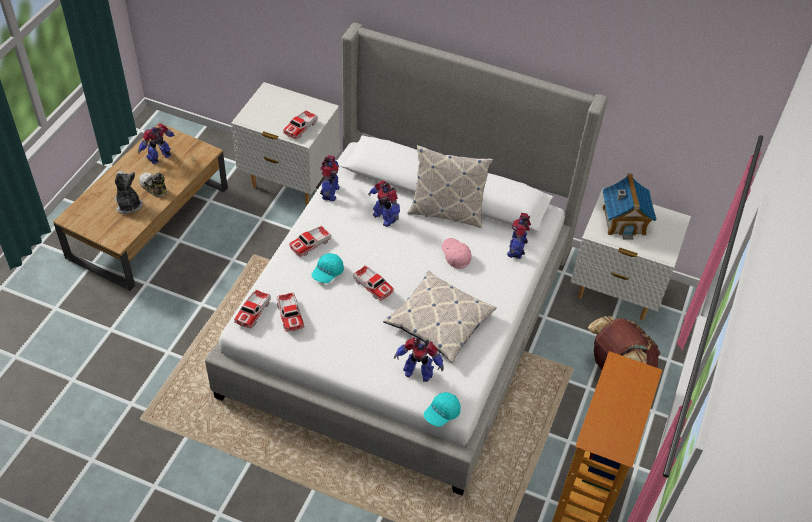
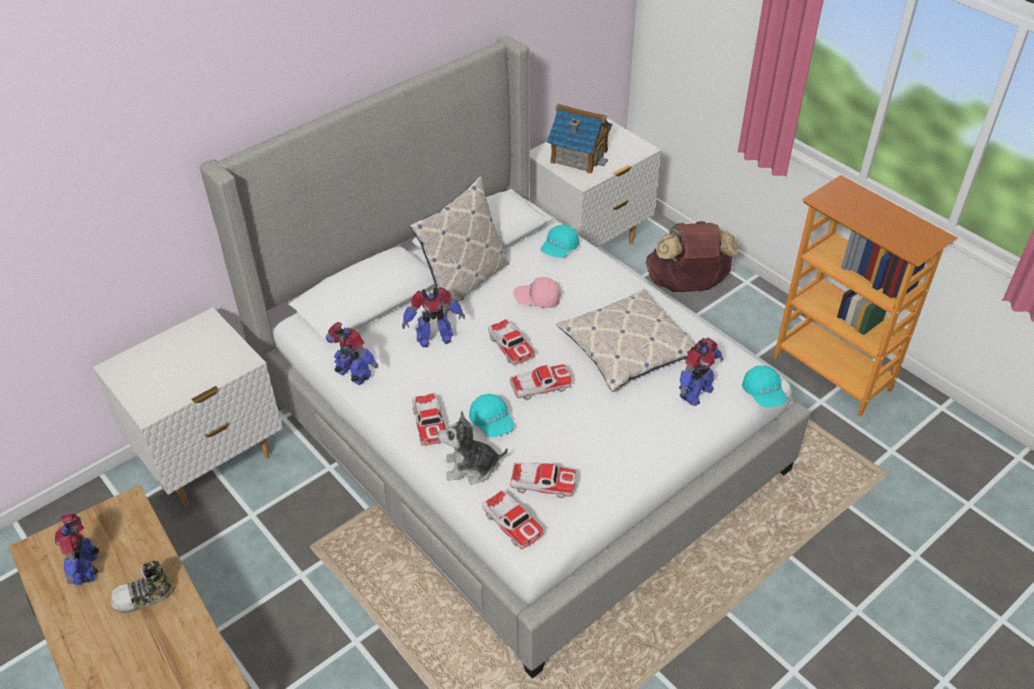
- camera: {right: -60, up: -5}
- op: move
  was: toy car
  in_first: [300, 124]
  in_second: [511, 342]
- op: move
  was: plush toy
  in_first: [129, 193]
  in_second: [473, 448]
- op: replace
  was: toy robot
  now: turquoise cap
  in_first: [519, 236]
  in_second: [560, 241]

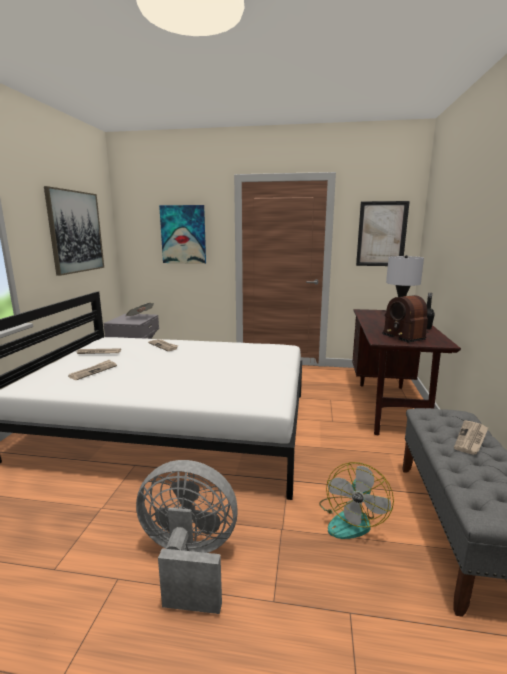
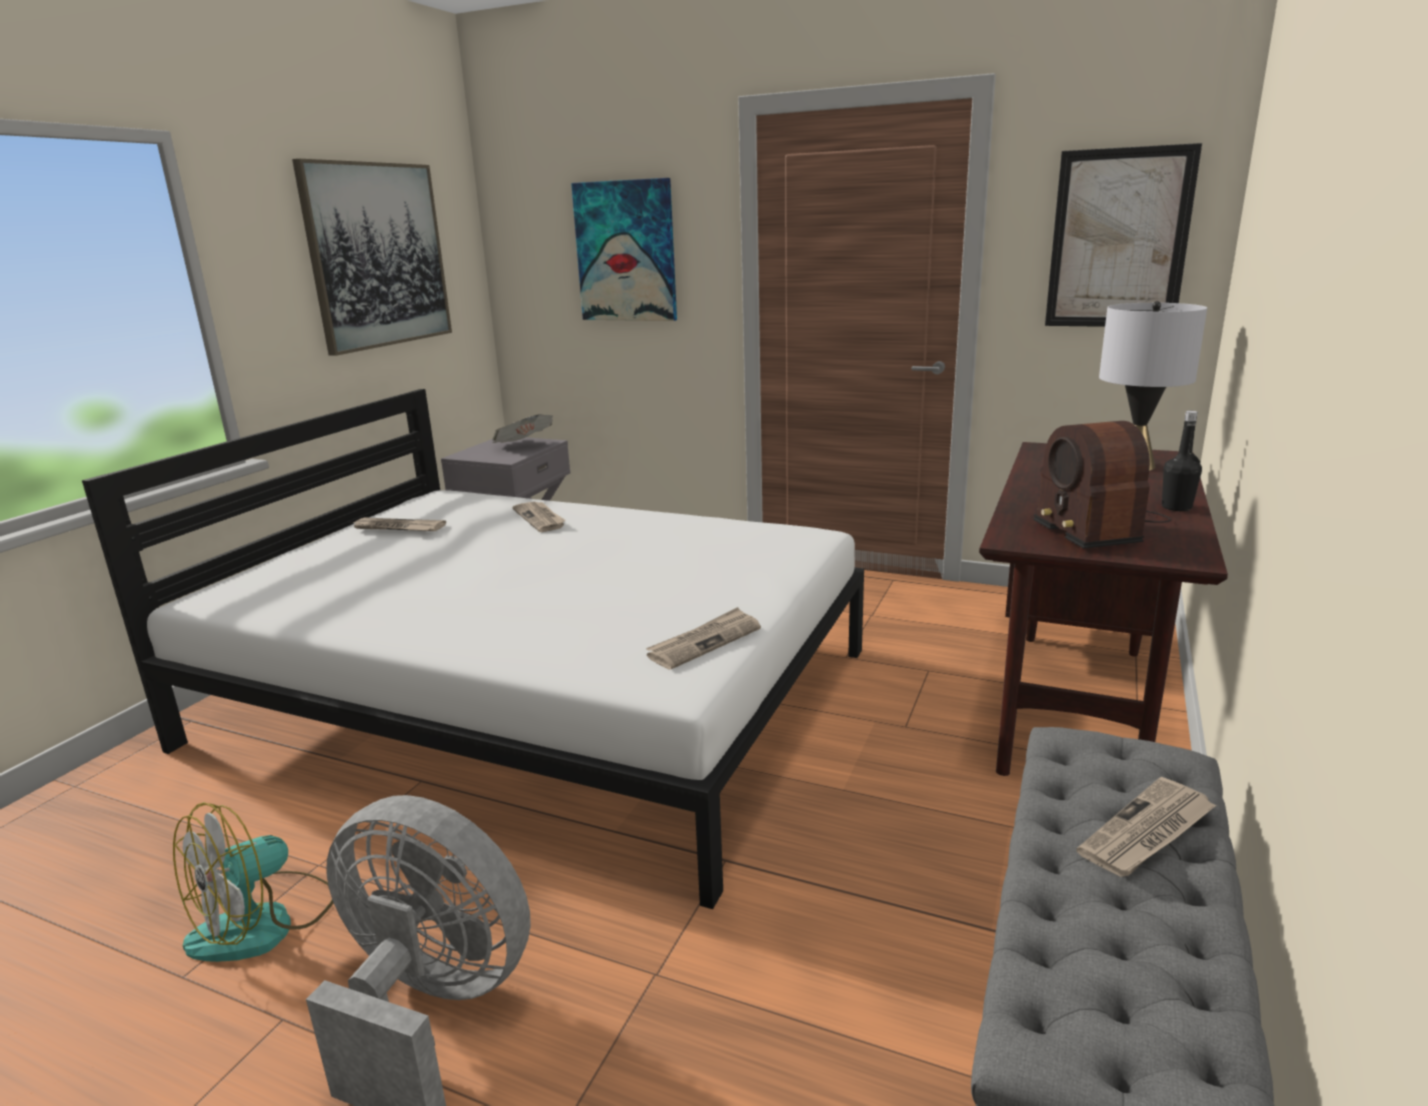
- camera: {right: 15, up: 5}
- op: move
  was: newspaper
  in_first: [92, 370]
  in_second: [703, 638]
- op: move
  was: fan
  in_first: [356, 500]
  in_second: [253, 882]

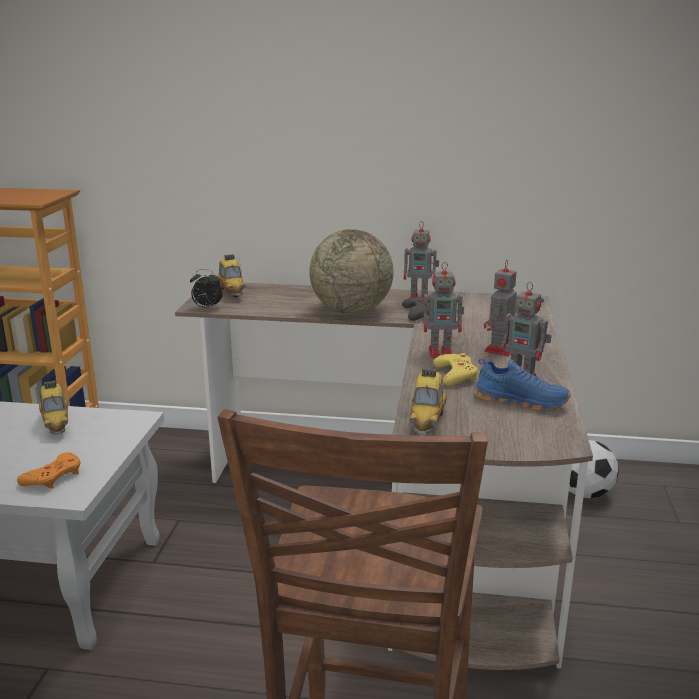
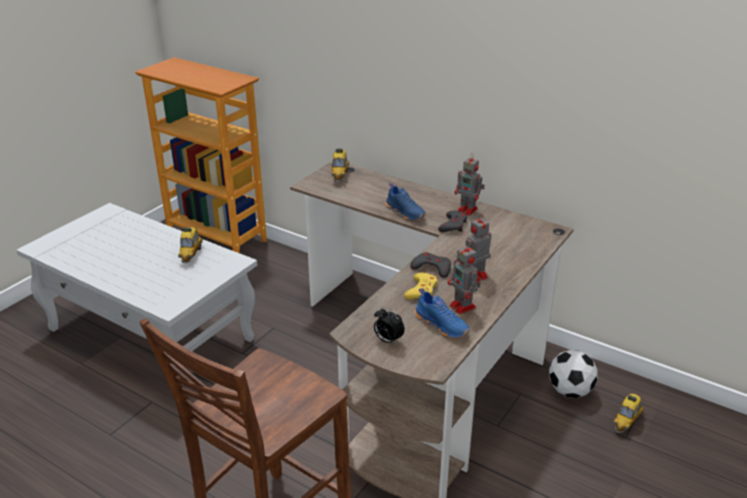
- camera: {right: 25, up: 10}
- op: replace
  was: globe
  now: blue shoe
  in_first: [351, 271]
  in_second: [406, 202]
- op: replace
  was: toy robot
  now: grey game controller
  in_first: [443, 310]
  in_second: [430, 265]
- op: move
  was: alarm clock
  in_first: [206, 289]
  in_second: [389, 325]
- op: move
  was: toy car
  in_first: [428, 401]
  in_second: [628, 414]
- op: delete
  was: orange game controller
  in_first: [48, 470]

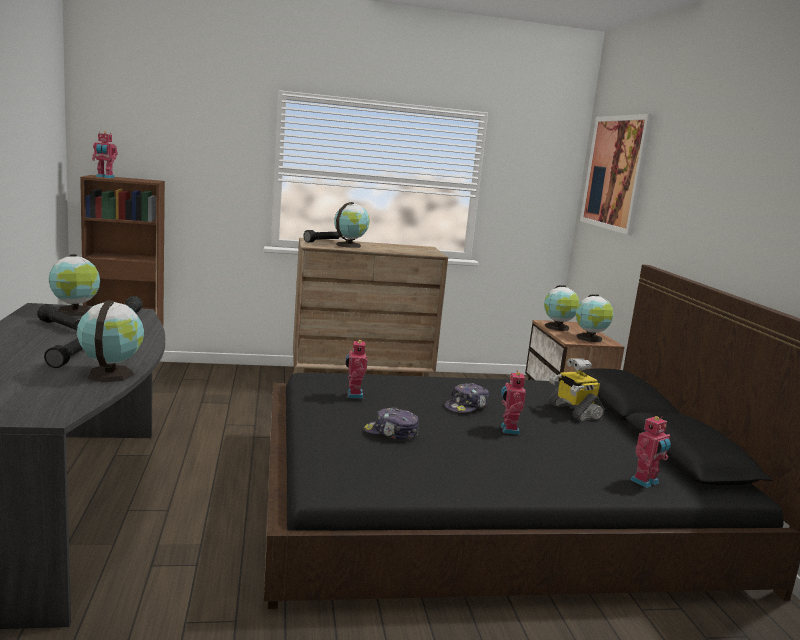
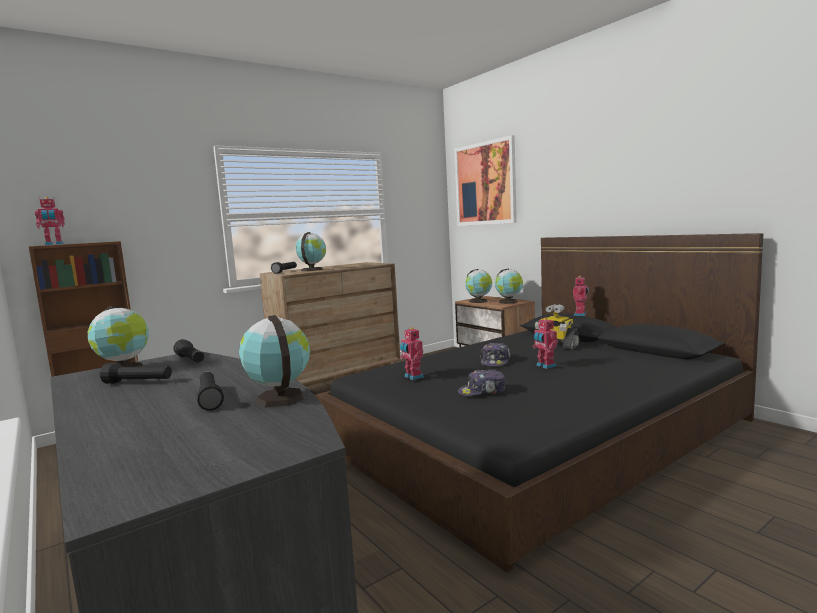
- camera: {right: -25, up: -5}
- op: move
  was: toy robot
  in_first: [651, 452]
  in_second: [581, 296]

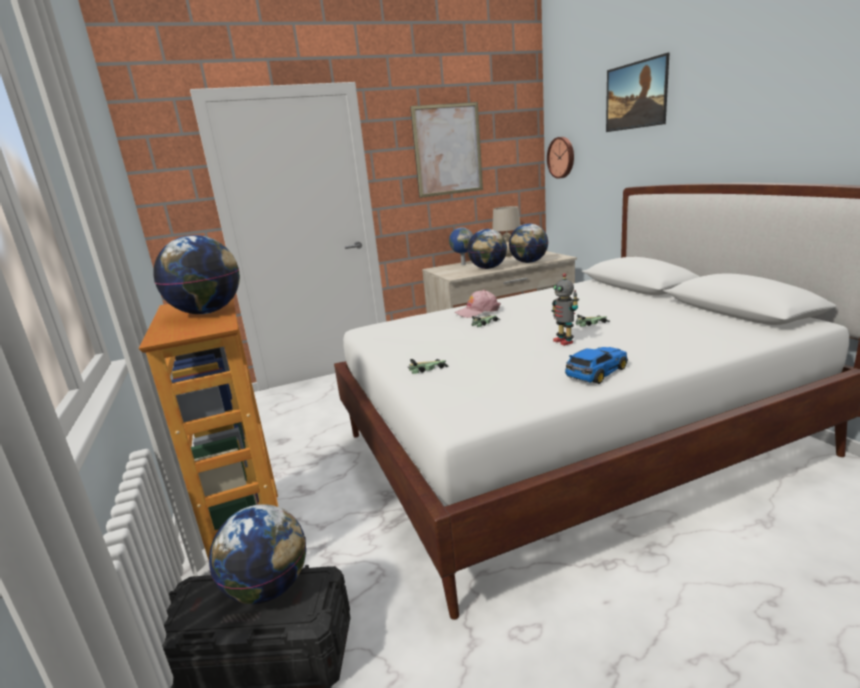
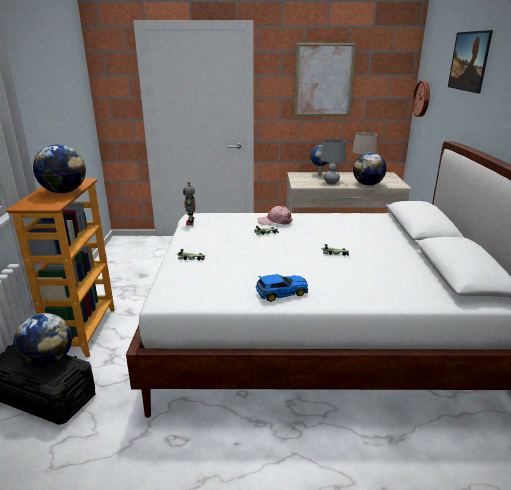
- camera: {right: 20, up: 5}
- op: replace
  was: globe
  now: grey table lamp
  in_first: [487, 249]
  in_second: [333, 162]
- op: move
  was: toy robot
  in_first: [565, 309]
  in_second: [189, 203]

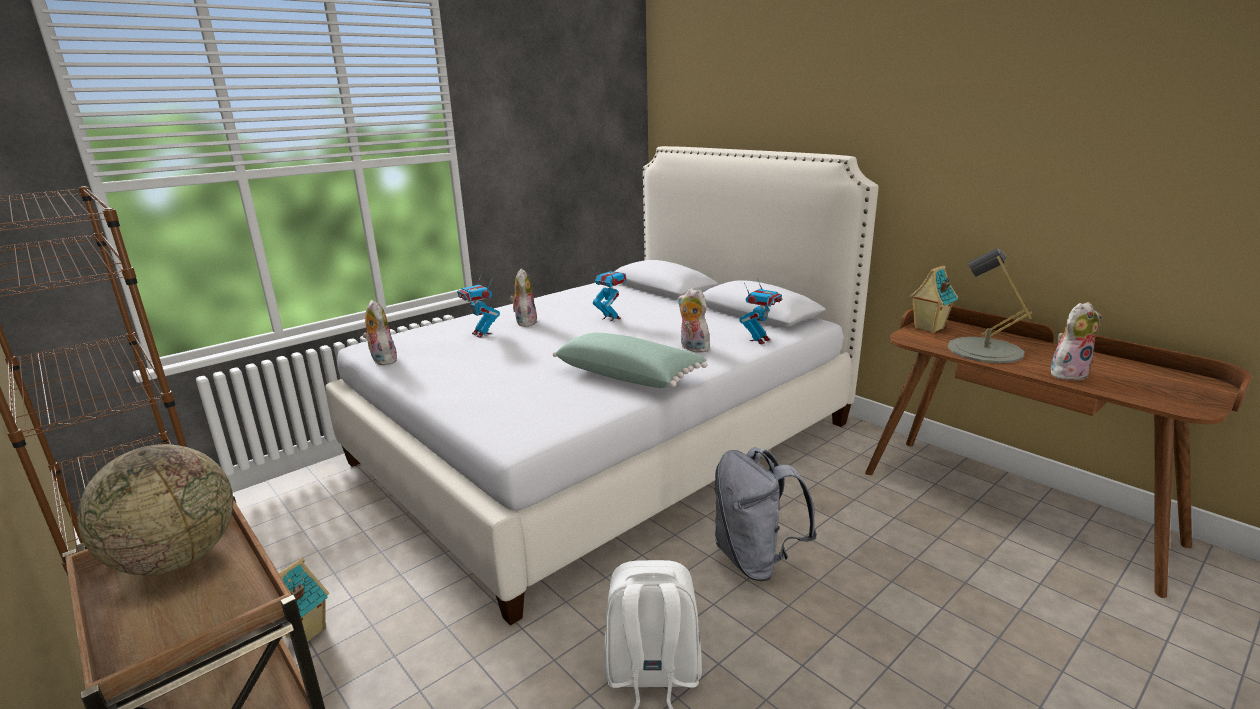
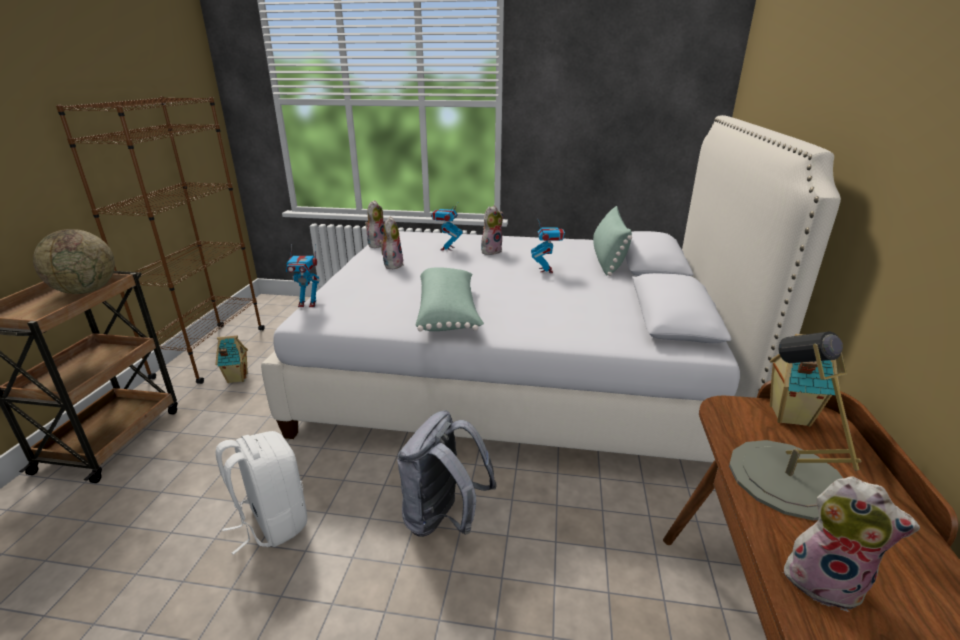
- camera: {right: 50, up: 5}
- op: move
  was: toy robot
  in_first: [760, 311]
  in_second: [302, 275]
- op: move
  was: plush toy
  in_first: [694, 320]
  in_second: [391, 242]
- op: insert
  now: green pillow
  in_second: [612, 241]

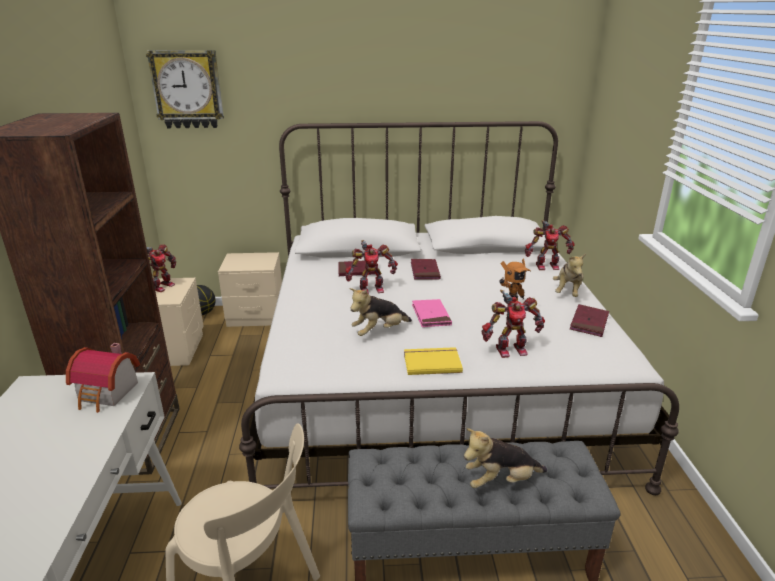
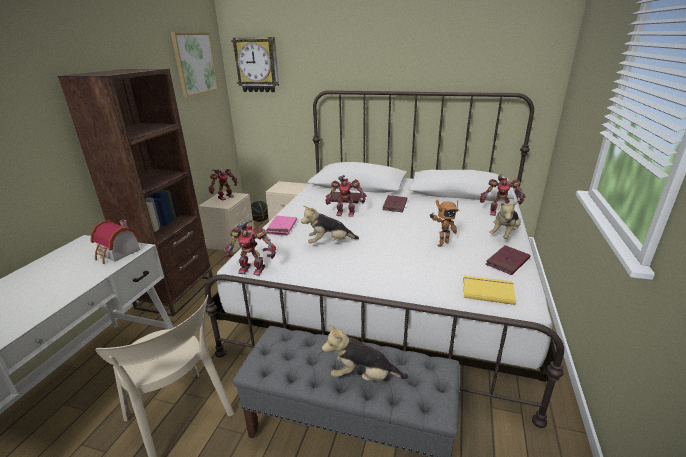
- camera: {right: 20, up: 0}
- op: move
  was: toy robot
  in_first: [513, 324]
  in_second: [250, 247]
- op: move
  was: pink book
  in_first: [432, 313]
  in_second: [281, 226]
- op: move
  was: yellow book
  in_first: [433, 361]
  in_second: [489, 290]
- op: insert
  now: picture
  in_second: [195, 64]

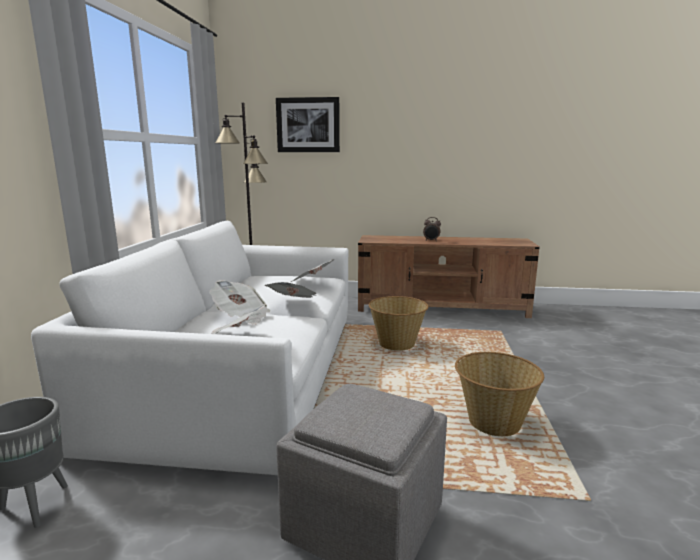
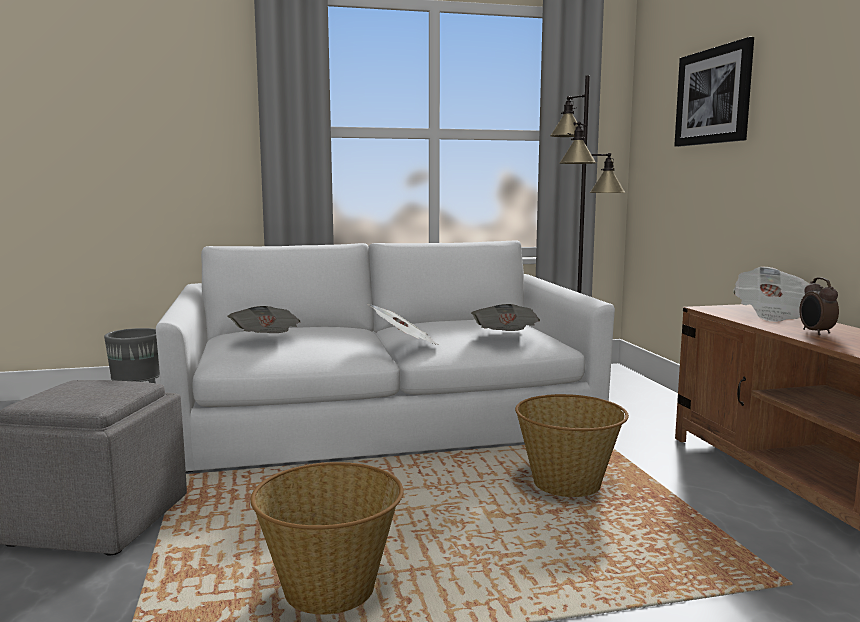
- camera: {right: 70, up: -5}
- op: move
  was: newspaper
  in_first: [239, 302]
  in_second: [771, 294]

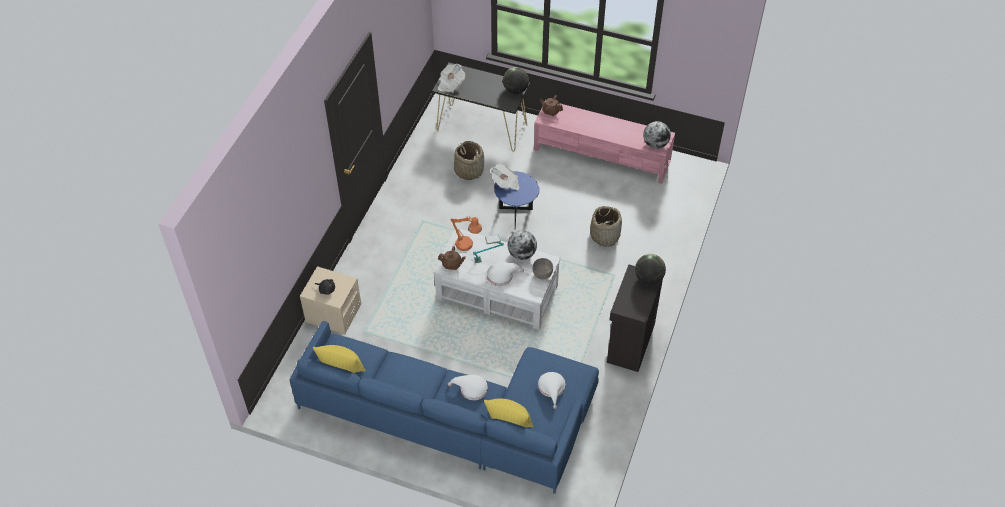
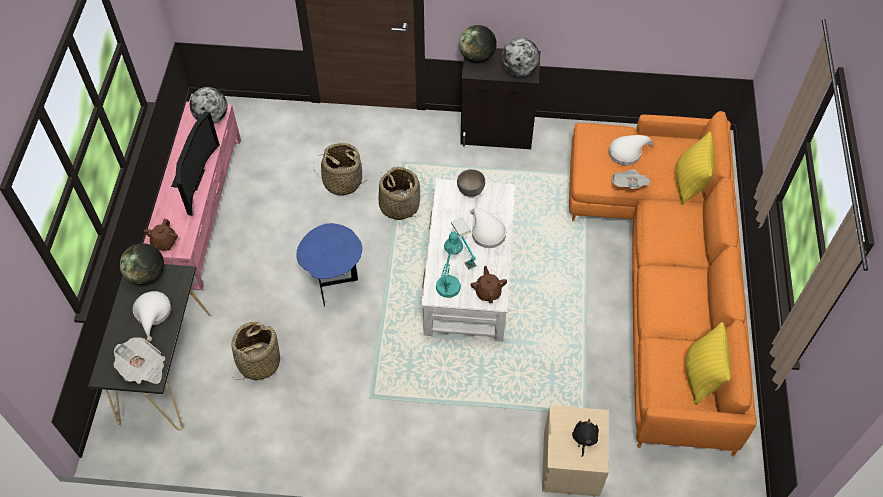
- camera: {right: -105, up: 5}
- op: move
  was: newspaper
  in_first: [505, 177]
  in_second: [631, 179]
- op: recolor
  was: orange table lamp
  now: turquoise table lamp
  in_first: [466, 233]
  in_second: [449, 264]
- op: move
  was: globe
  in_first: [522, 245]
  in_second: [520, 57]
- op: recolor
  was: blue sofa
  now: orange sofa
  in_first: [444, 407]
  in_second: [663, 283]
- op: move
  was: white hat
  in_first: [468, 387]
  in_second: [152, 316]
- op: insert
  now: television
  in_second: [195, 163]
- op: insert
  now: basket
  in_second: [399, 193]

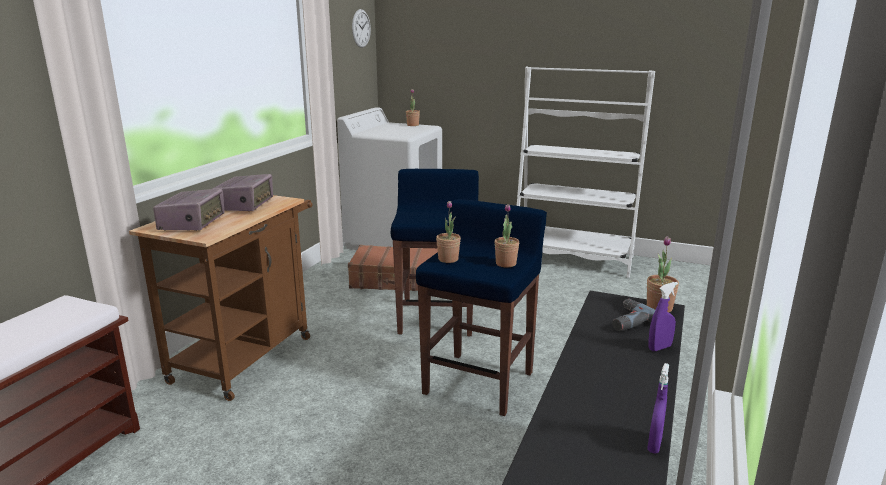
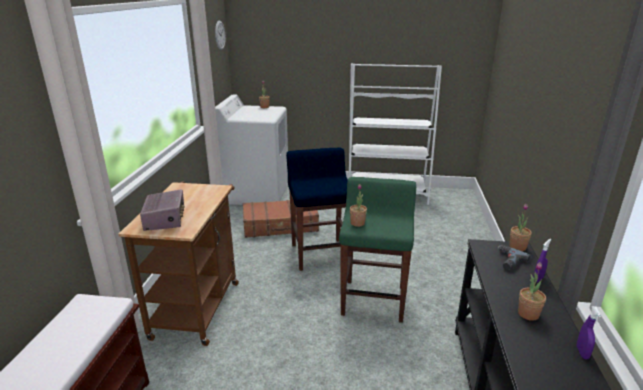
- camera: {right: -15, up: 5}
- op: delete
  was: radio
  in_first: [242, 192]
- op: recolor
  was: blue stool
  now: green stool
  in_first: [481, 307]
  in_second: [377, 250]
- op: move
  was: potted plant
  in_first: [506, 235]
  in_second: [532, 291]

